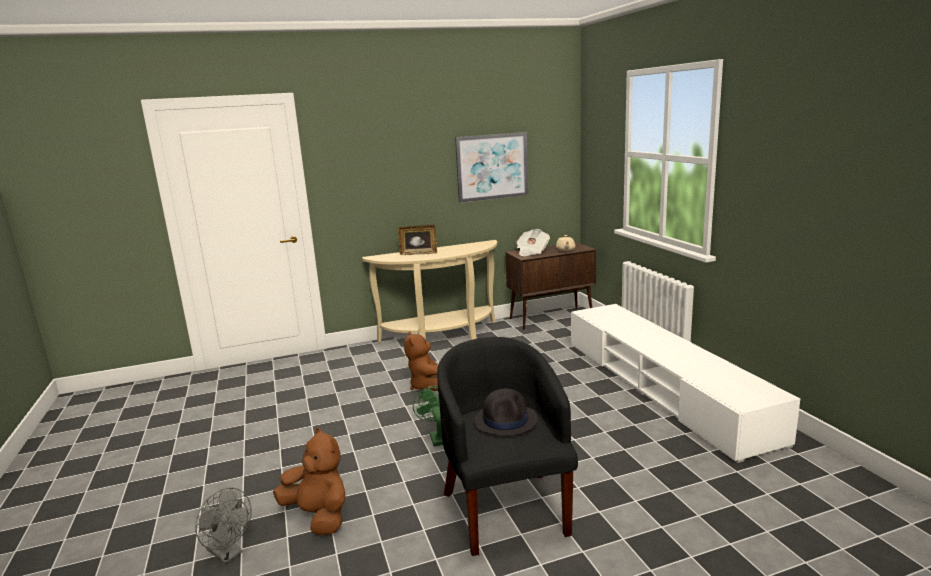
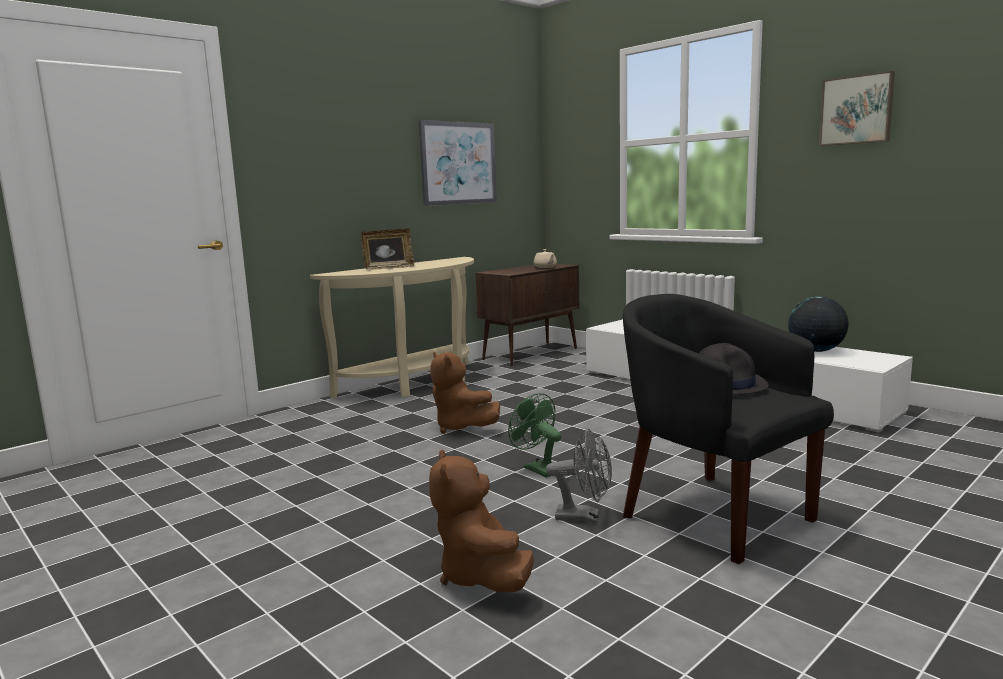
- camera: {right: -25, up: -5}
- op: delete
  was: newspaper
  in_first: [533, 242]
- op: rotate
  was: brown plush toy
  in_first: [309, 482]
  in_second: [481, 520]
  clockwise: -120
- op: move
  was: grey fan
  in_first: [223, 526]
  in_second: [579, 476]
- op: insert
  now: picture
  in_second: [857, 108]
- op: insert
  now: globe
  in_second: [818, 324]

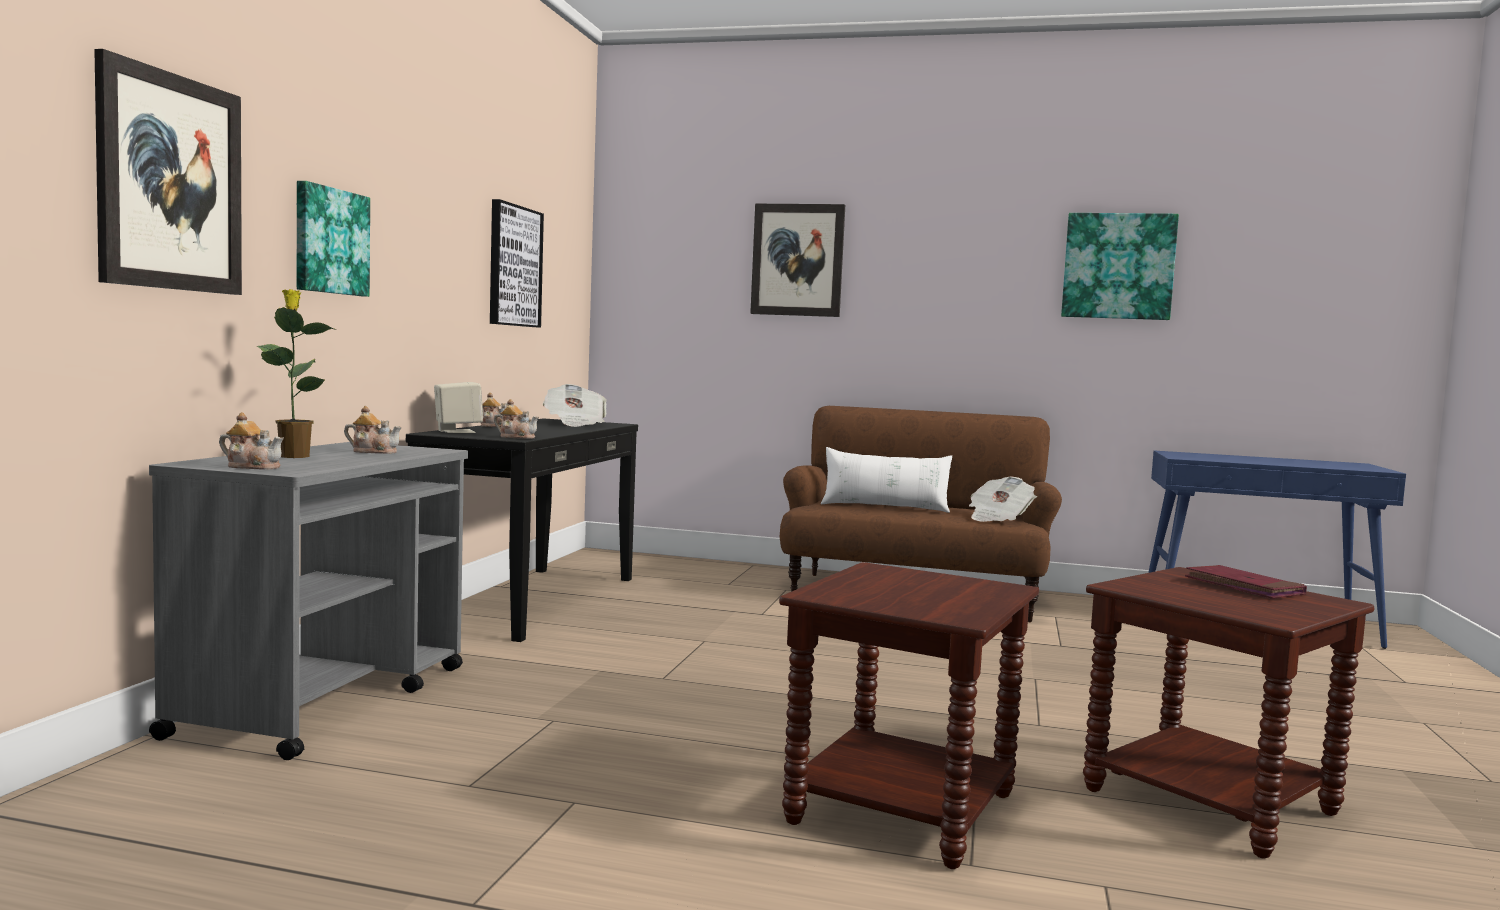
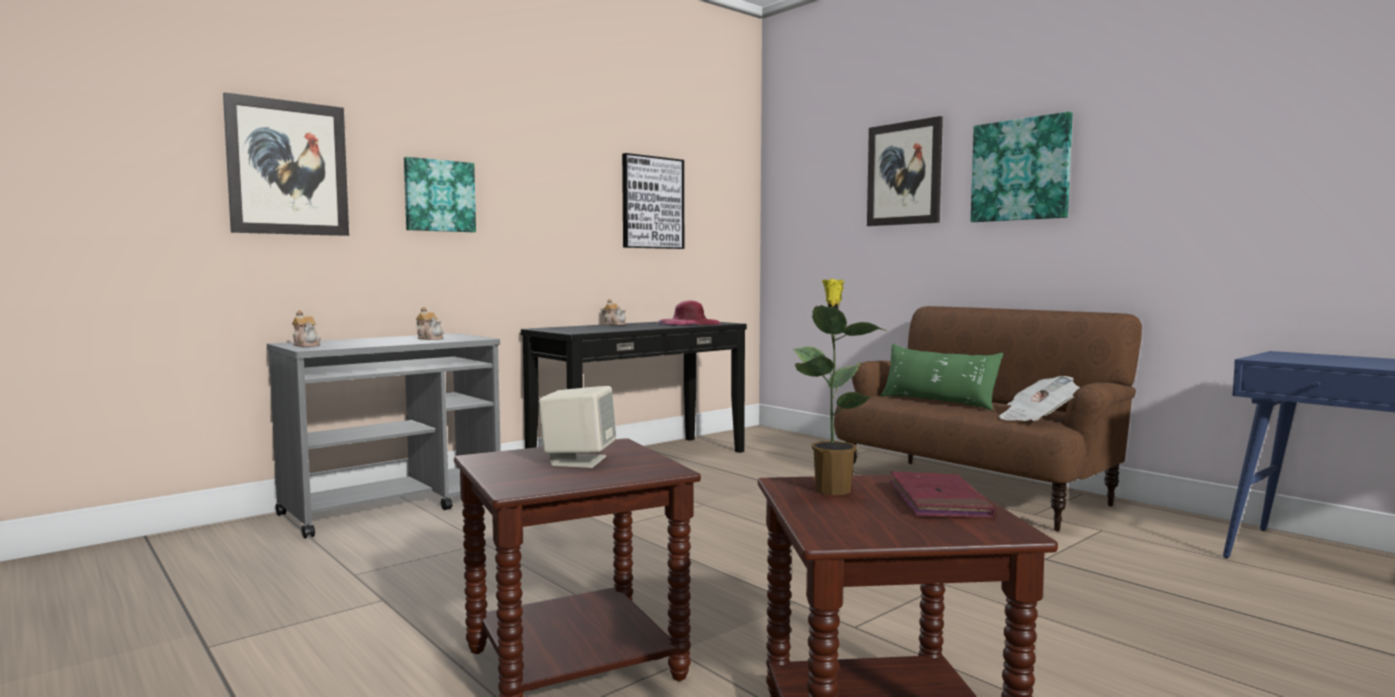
- camera: {right: 35, up: 0}
- op: move
  was: picture
  in_first: [1120, 266]
  in_second: [1022, 167]
- op: move
  was: potted plant
  in_first: [297, 373]
  in_second: [840, 387]
- op: move
  was: beige speaker
  in_first: [458, 407]
  in_second: [577, 427]
- op: replace
  was: newspaper
  now: pink hat
  in_first: [574, 405]
  in_second: [689, 313]
- op: delete
  was: teapot
  in_first: [516, 419]
- op: recolor
  was: white pillow
  now: green pillow
  in_first: [886, 480]
  in_second: [942, 377]

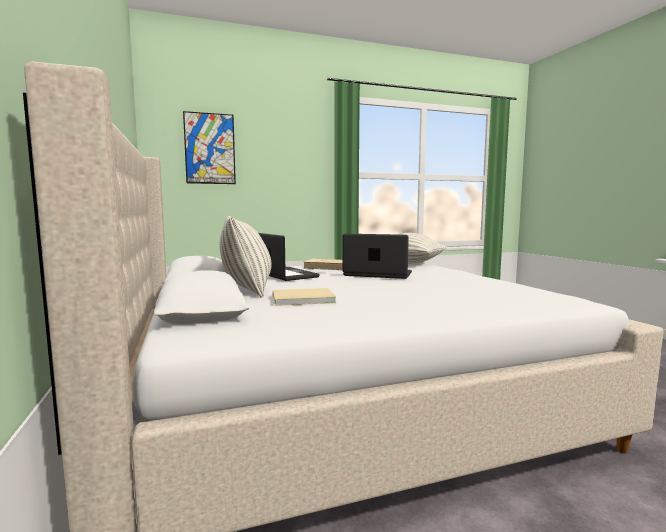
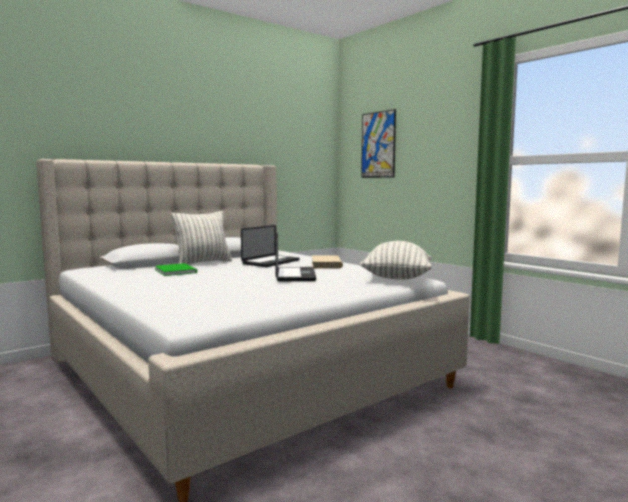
- camera: {right: 70, up: 0}
- op: recolor
  was: beige book
  now: green book
  in_first: [304, 297]
  in_second: [176, 269]

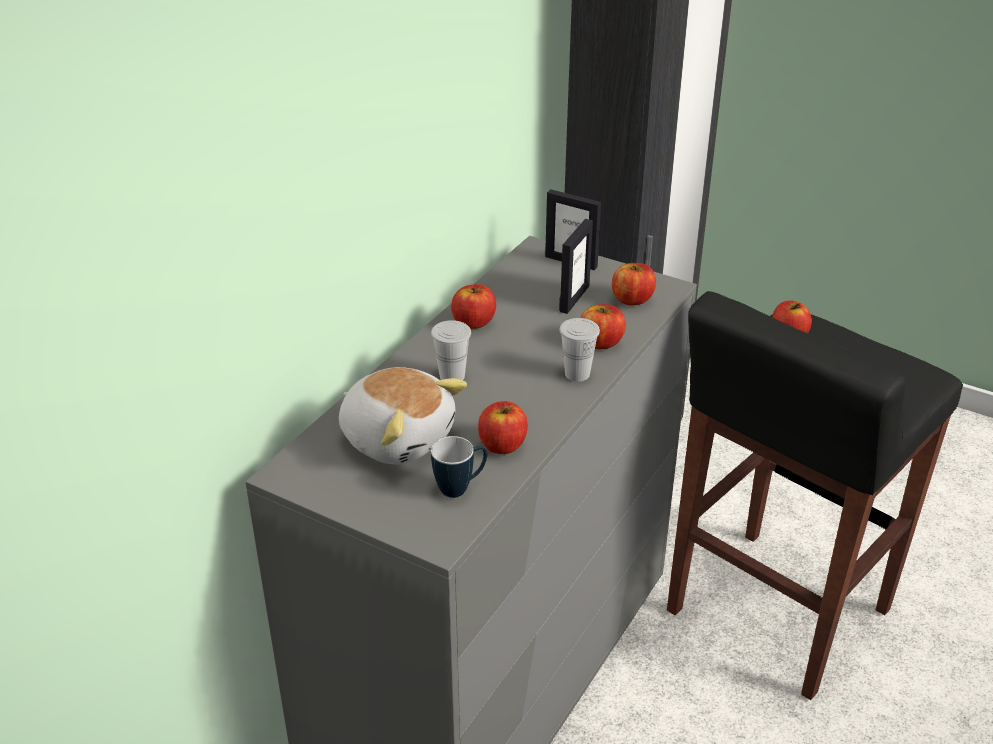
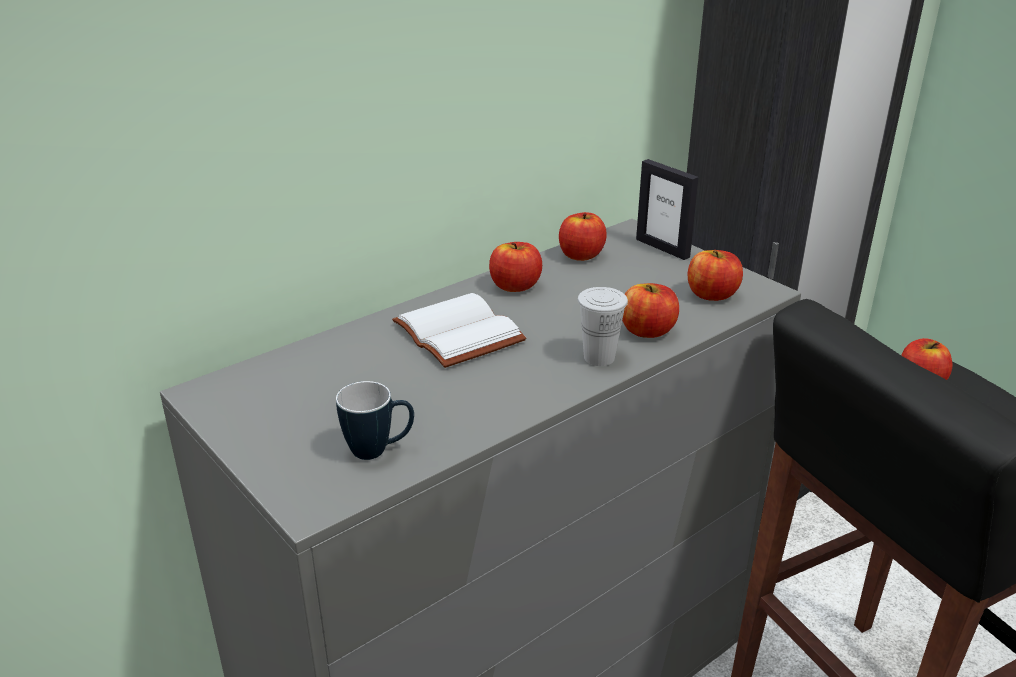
- camera: {right: 20, up: -5}
- op: delete
  was: picture frame
  in_first: [576, 266]
- op: replace
  was: white cup
  now: white book
  in_first: [451, 350]
  in_second: [459, 330]
- op: delete
  was: plush toy
  in_first: [403, 416]
- op: move
  was: apple
  in_first: [503, 427]
  in_second: [583, 236]

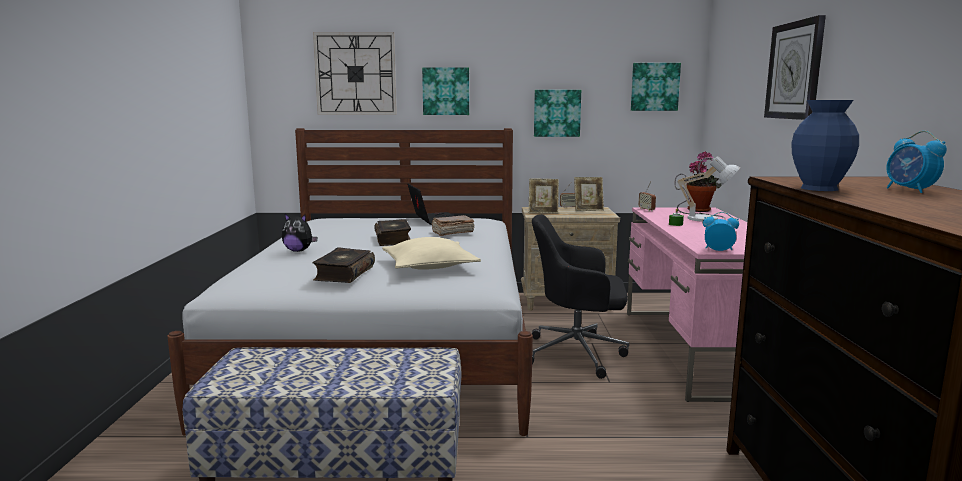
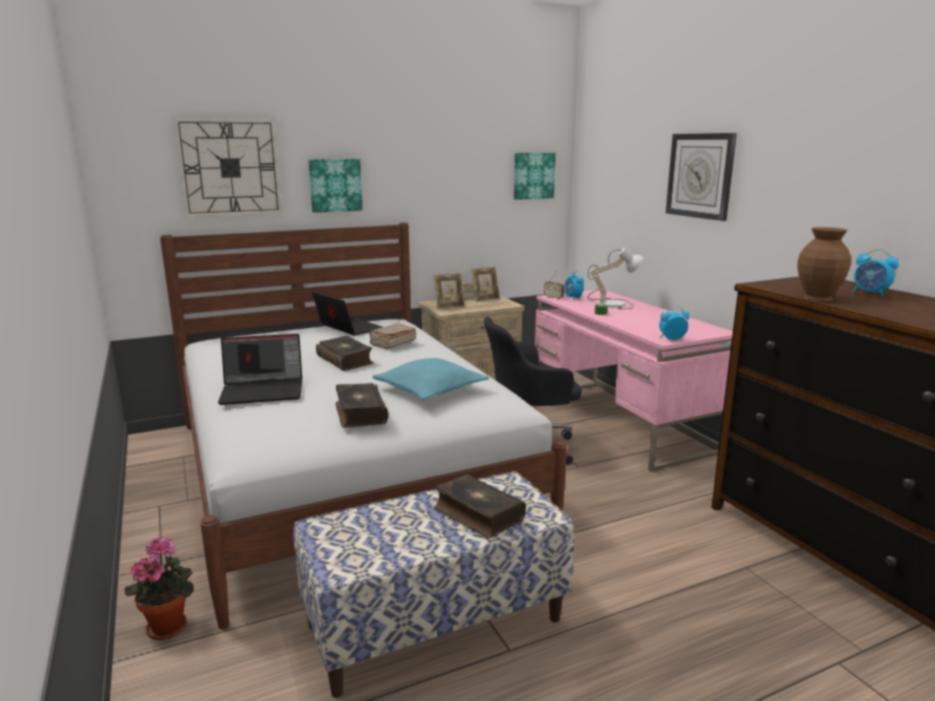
- camera: {right: -25, up: 5}
- op: delete
  was: picture
  in_first: [557, 113]
- op: recolor
  was: blue vase
  now: brown vase
  in_first: [825, 145]
  in_second: [824, 264]
- op: move
  was: potted plant
  in_first: [703, 182]
  in_second: [159, 588]
- op: replace
  was: plush toy
  now: laptop
  in_first: [299, 233]
  in_second: [260, 369]
- op: recolor
  was: beige pillow
  now: turquoise pillow
  in_first: [431, 253]
  in_second: [430, 379]
- op: insert
  now: alarm clock
  in_second: [574, 285]
- op: insert
  now: book
  in_second: [480, 506]

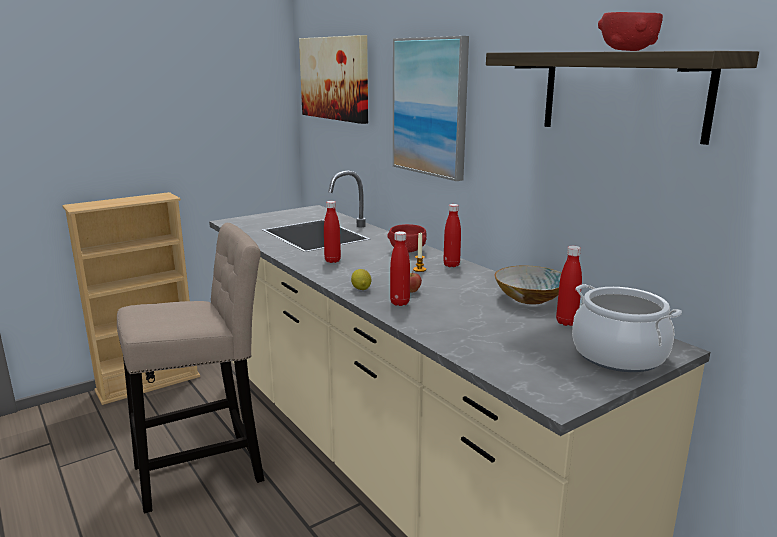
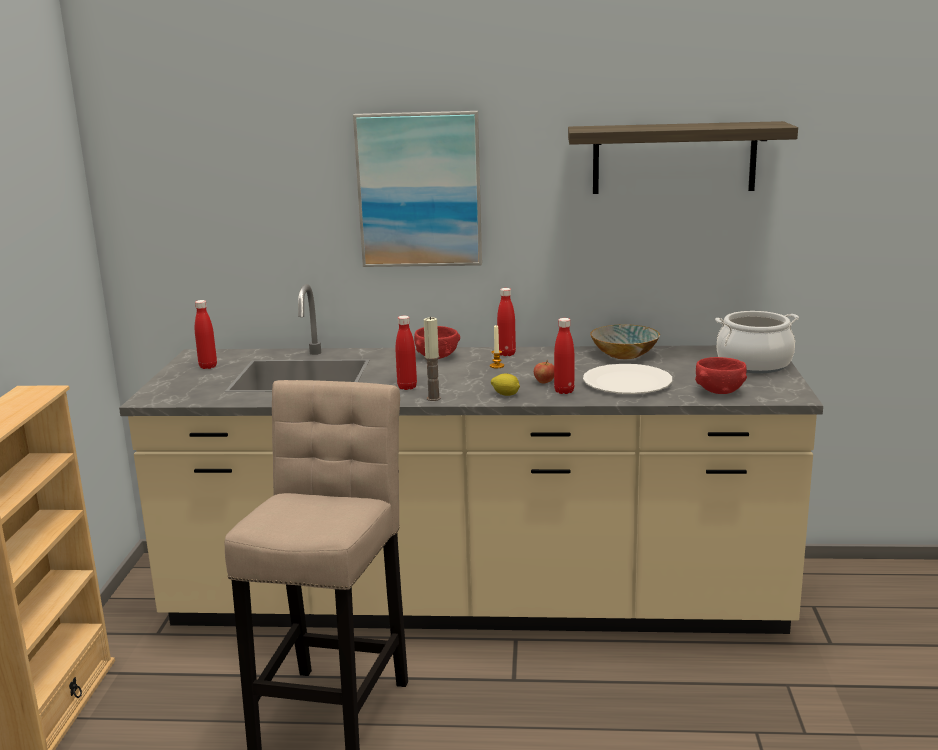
- camera: {right: -50, up: 0}
- op: move
  was: red bowl
  in_first: [630, 31]
  in_second: [721, 375]
- op: delete
  was: picture
  in_first: [333, 79]
- op: move
  was: red bottle
  in_first: [569, 286]
  in_second: [206, 334]
- op: insert
  now: candle
  in_second: [432, 359]
- op: insert
  now: white plate
  in_second: [627, 379]

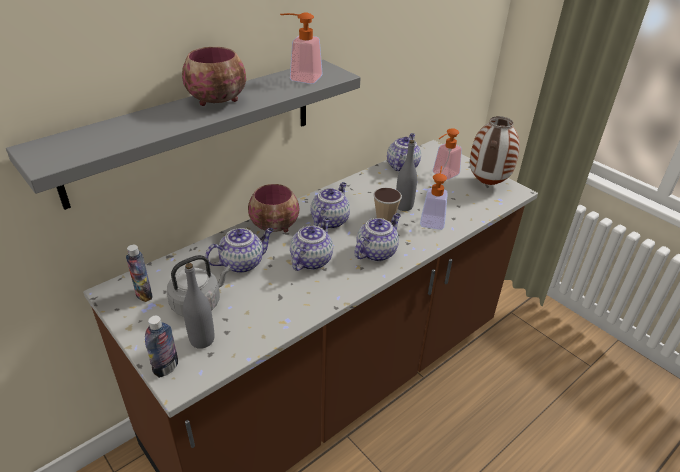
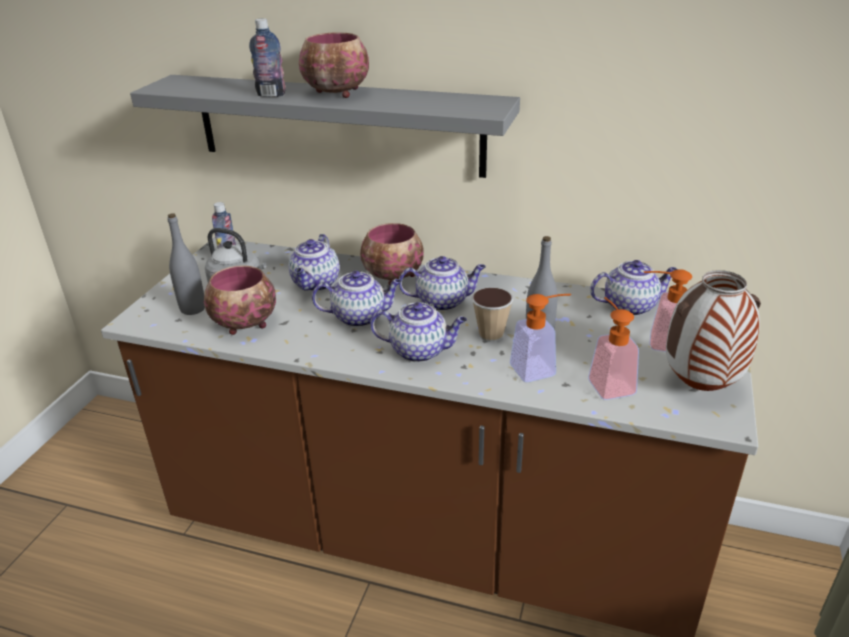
- camera: {right: 60, up: -5}
- op: move
  was: soap dispenser
  in_first: [301, 48]
  in_second: [613, 348]
- op: rotate
  was: teapot
  in_first: [239, 250]
  in_second: [314, 262]
  clockwise: 75
- op: move
  was: bottle
  in_first: [161, 347]
  in_second: [267, 57]
- op: insert
  now: bowl
  in_second: [240, 300]

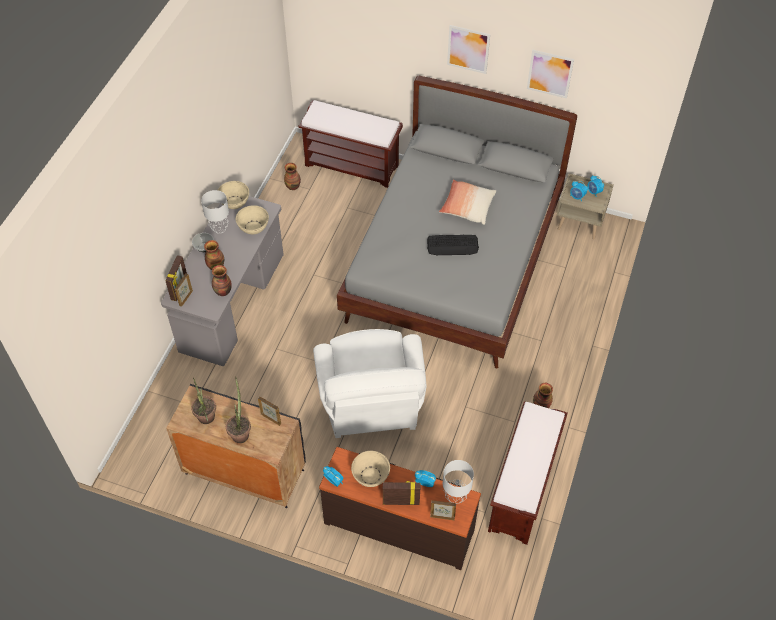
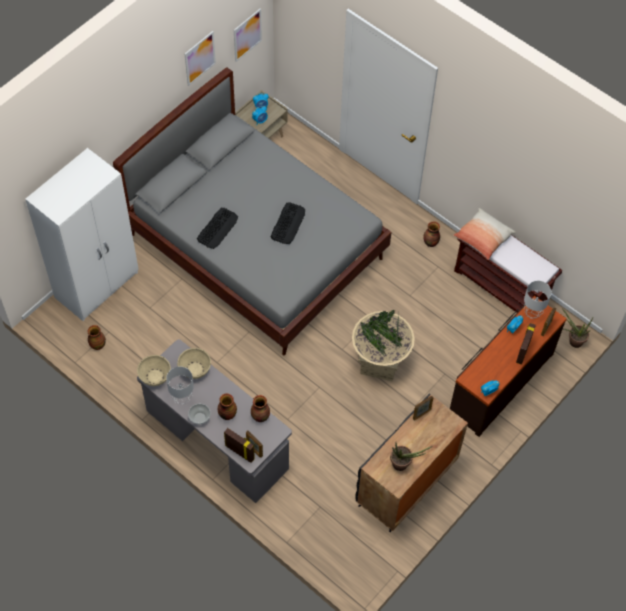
- camera: {right: -70, up: 5}
- op: move
  was: picture
  in_first: [468, 49]
  in_second: [248, 35]
- op: replace
  was: brown bench
  now: white wardrobe
  in_first: [350, 144]
  in_second: [82, 234]
- op: move
  was: pillow
  in_first: [467, 202]
  in_second: [484, 234]
- op: replace
  was: white armchair
  now: beige planter
  in_first: [370, 383]
  in_second: [383, 345]
- op: move
  was: potted plant
  in_first: [238, 410]
  in_second: [577, 328]
- op: delete
  was: beige bowl
  in_first: [370, 469]
- op: insert
  now: keyboard
  in_second: [217, 228]

